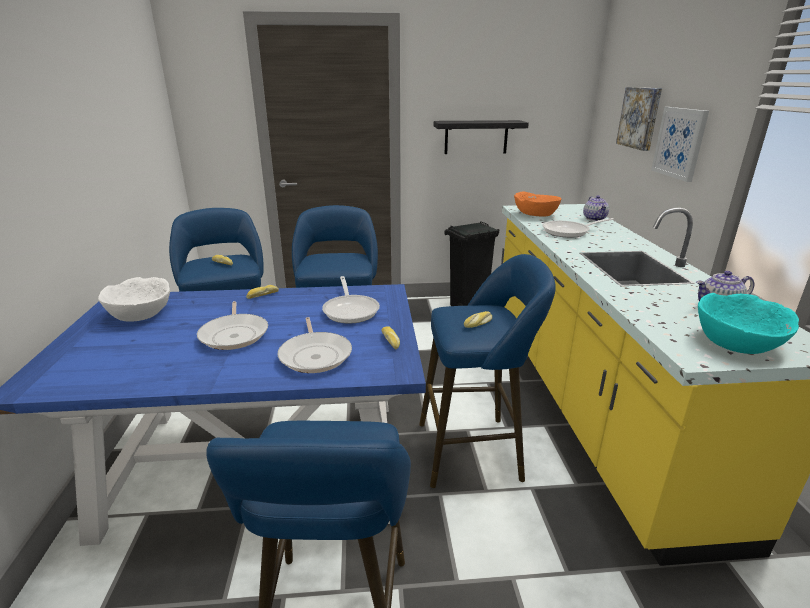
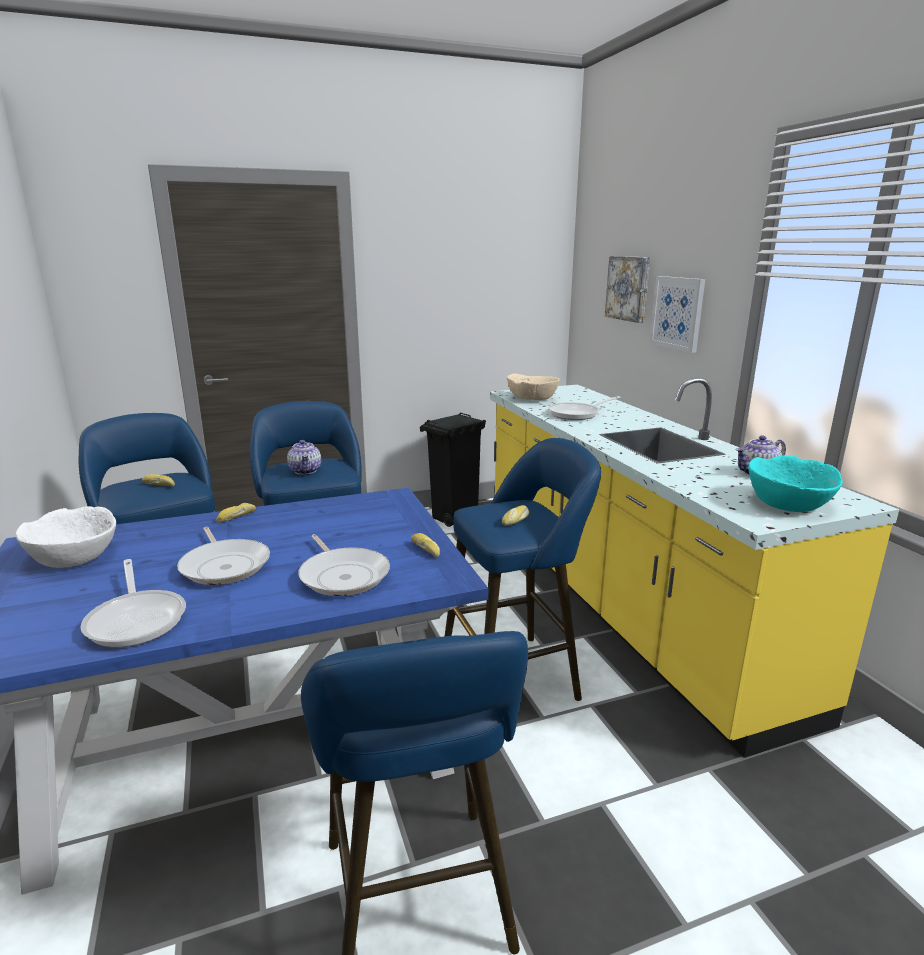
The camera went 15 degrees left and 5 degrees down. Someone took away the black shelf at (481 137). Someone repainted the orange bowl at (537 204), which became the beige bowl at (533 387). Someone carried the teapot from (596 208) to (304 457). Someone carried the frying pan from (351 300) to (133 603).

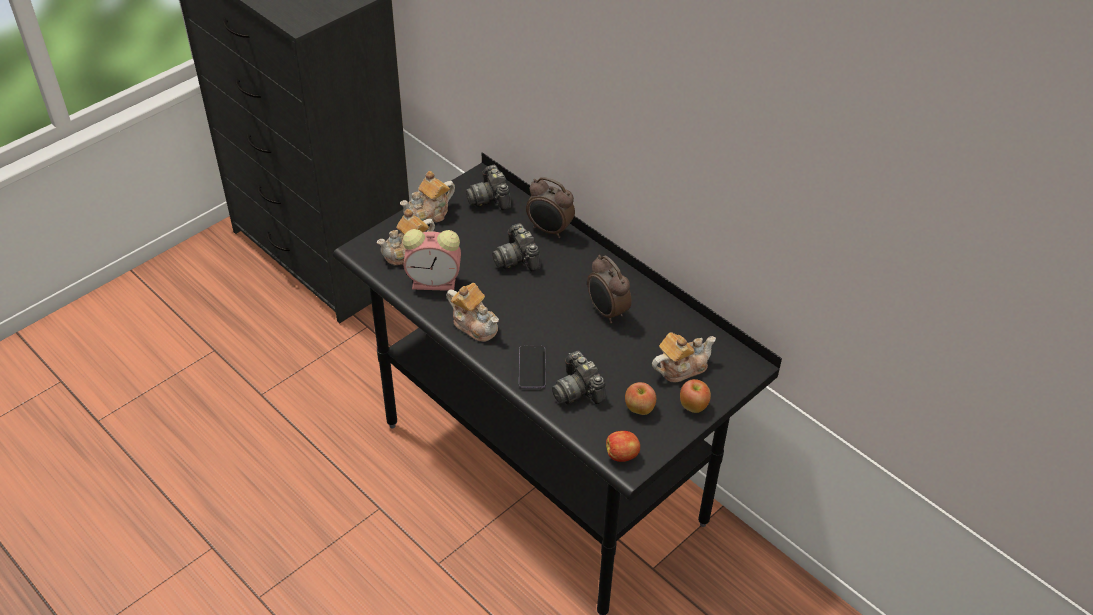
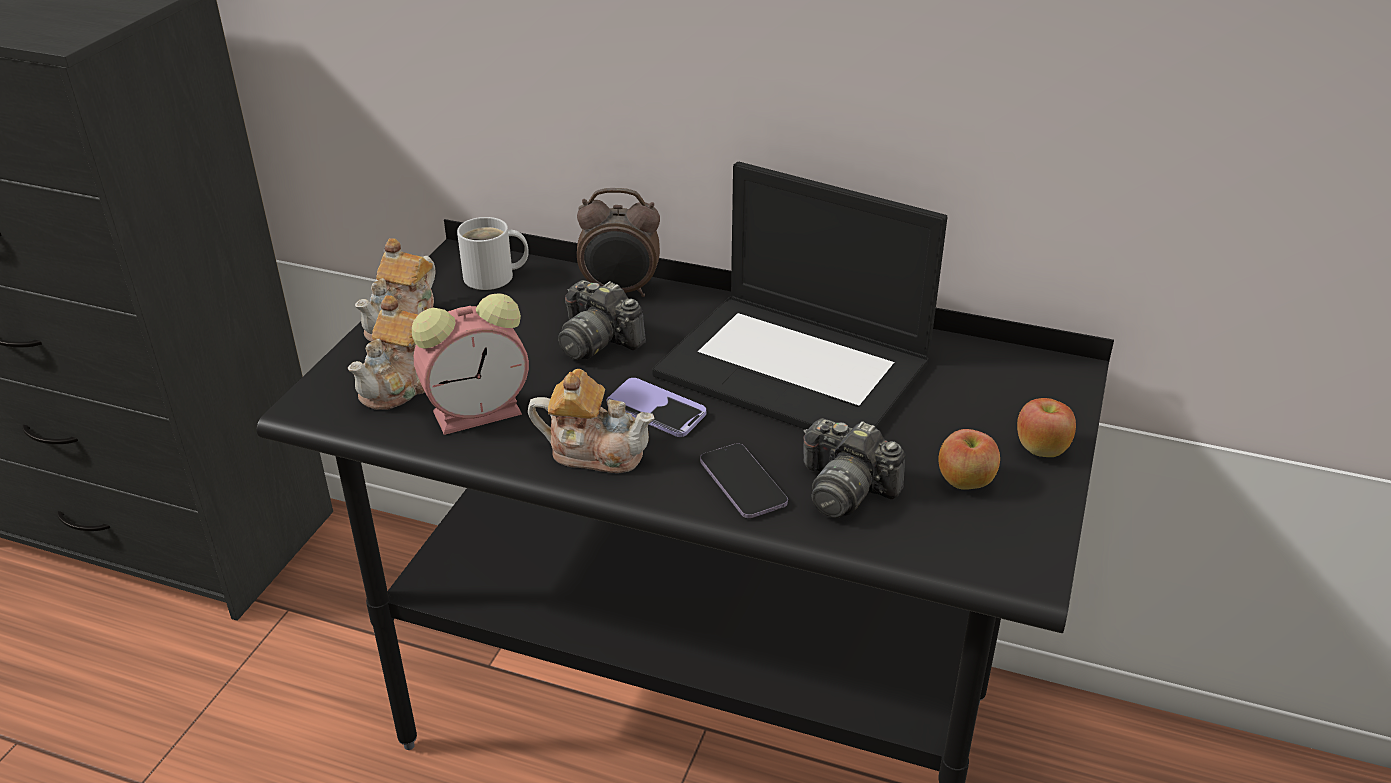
The camera went 25 degrees left and 10 degrees down. Someone swapped the photo camera at (488 187) for the white mug at (493 253). Someone swapped the alarm clock at (609 289) for the laptop at (799 296). Someone took away the teapot at (684 357). Someone took away the apple at (623 446). Someone put down the phone at (656 407).

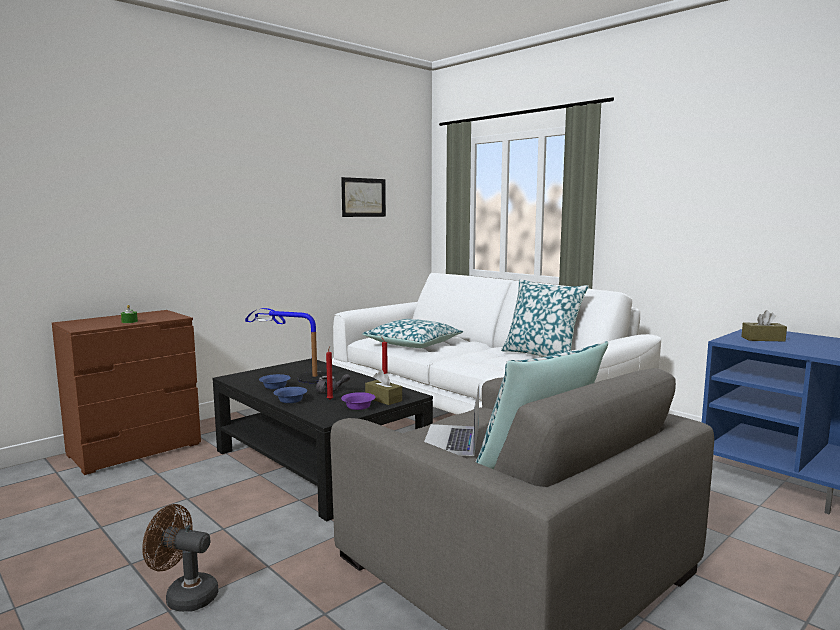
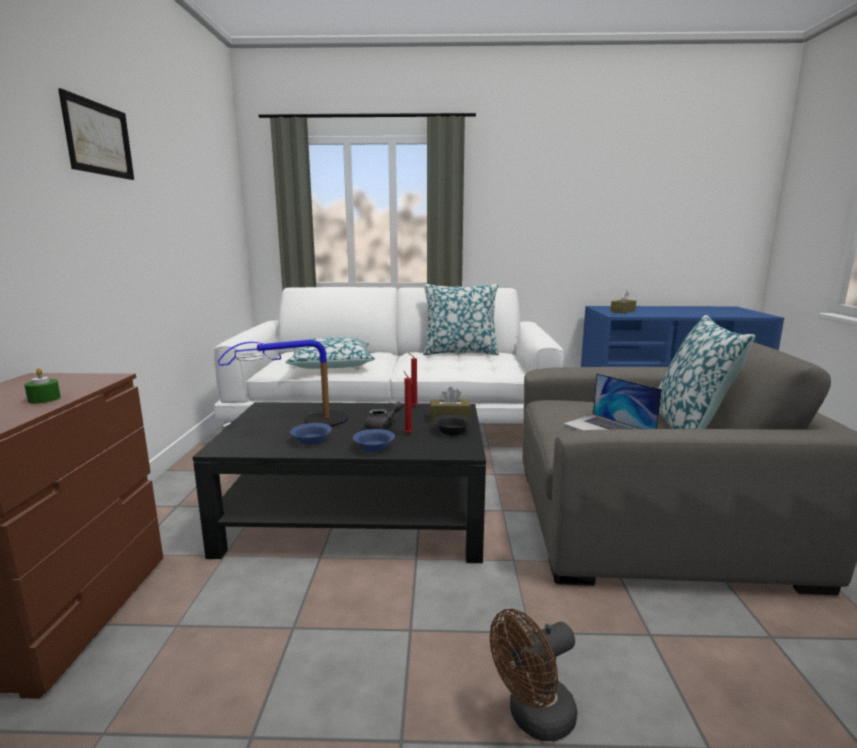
The camera went 45 degrees left and 5 degrees up. Someone carried the picture from (363 197) to (96 134). Someone repainted the purple bowl at (358 401), which became the black bowl at (452 425).

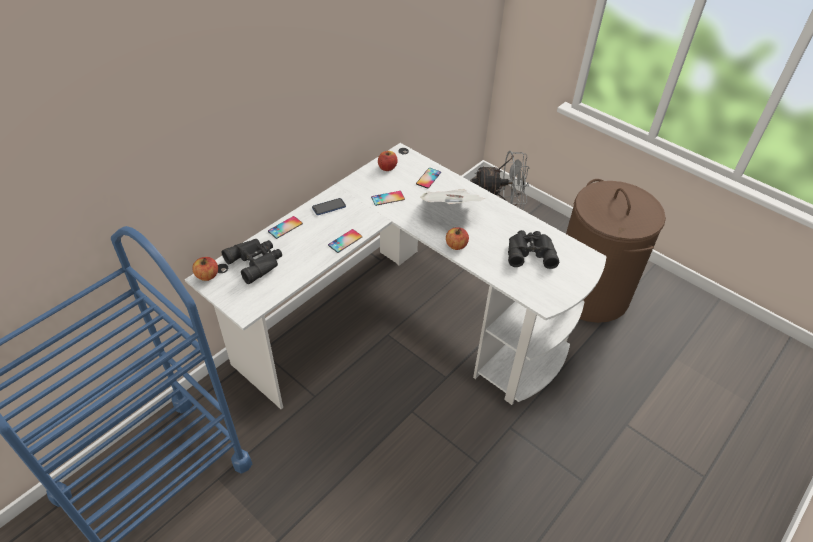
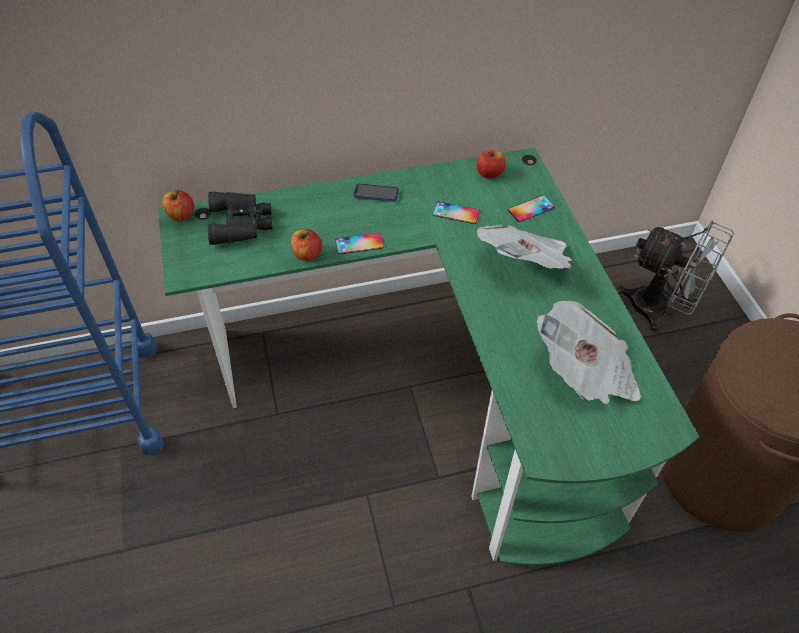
The camera went 35 degrees right and 5 degrees up. Someone repainted the white desk at (396 276), which became the green desk at (428 356). Someone took away the phone at (285 227). Someone carried the apple from (457 238) to (306 245). Someone swapped the black binoculars at (533 249) for the newspaper at (589 352).

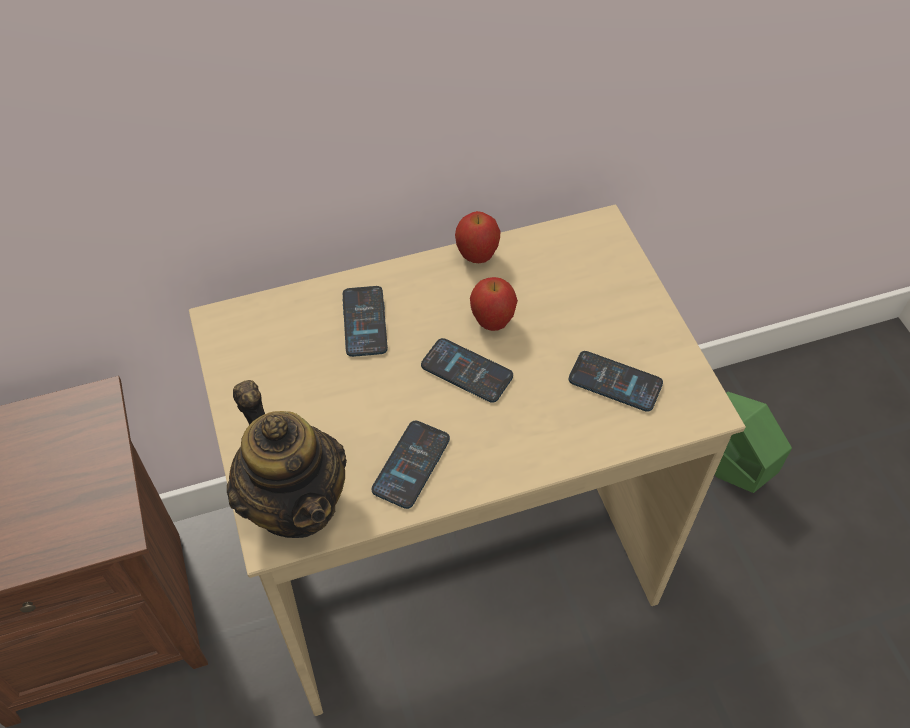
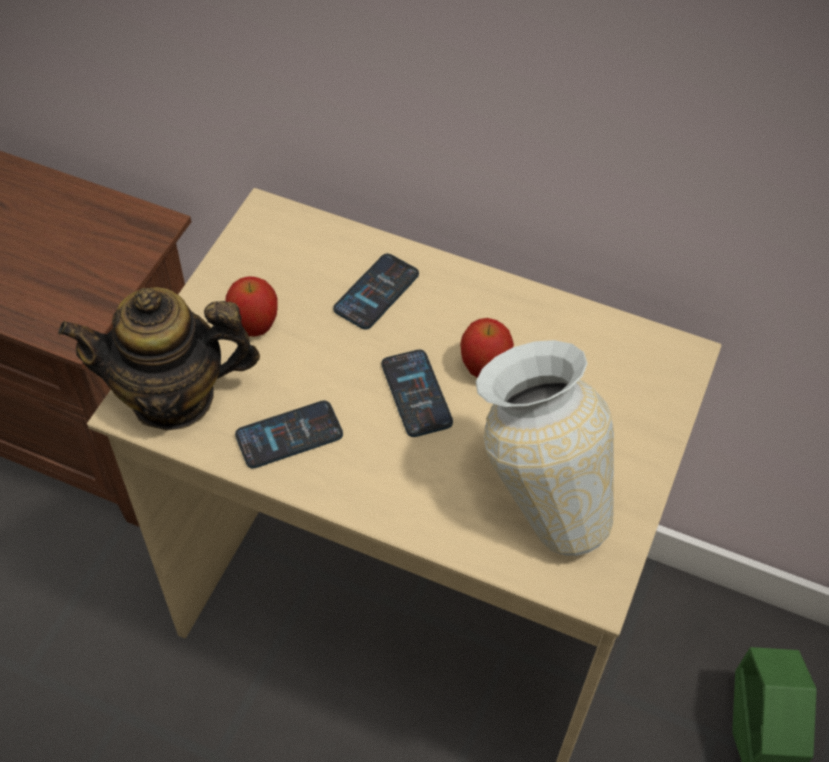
The camera went 40 degrees right and 0 degrees up. Someone carried the apple from (478 237) to (252 306). Someone swapped the phone at (616 381) for the vase at (545 448). Someone rotated the teapot at (287 459) by 75 degrees clockwise.

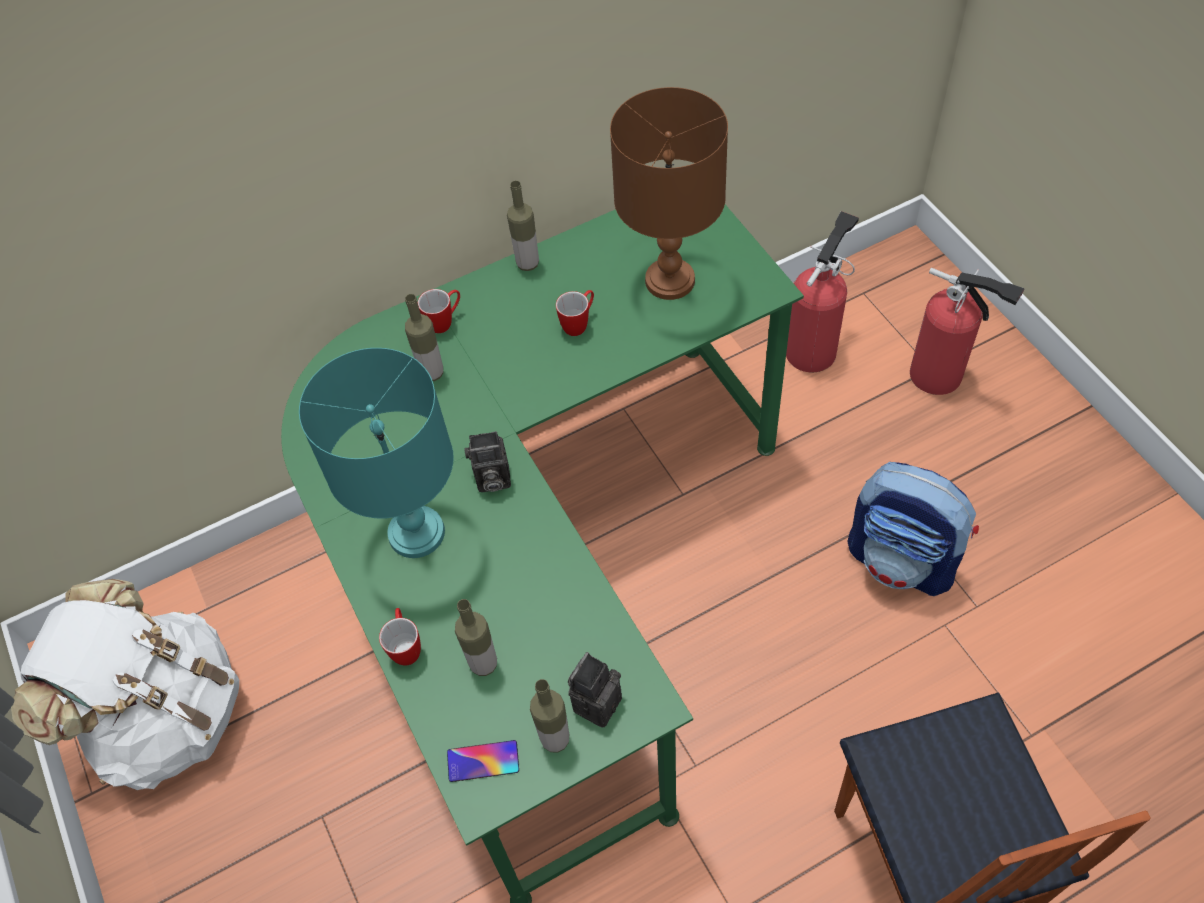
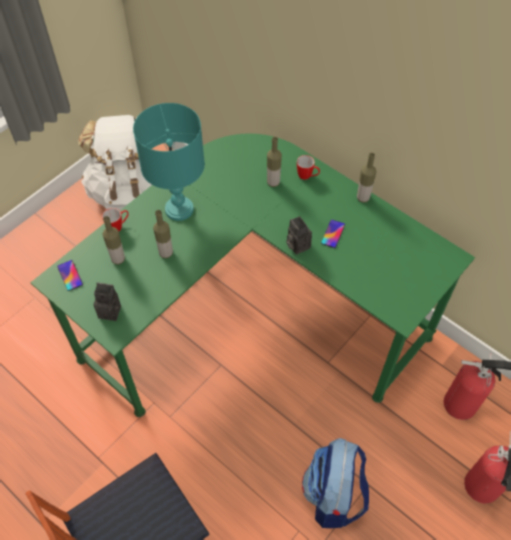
The camera went 65 degrees right and 0 degrees up. Someone took away the brown table lamp at (669 193). Someone swapped the mug at (575 313) for the phone at (333 234). Someone carried the photo camera from (487 461) to (299 235). Someone carried the bottle from (549 716) to (163 234).

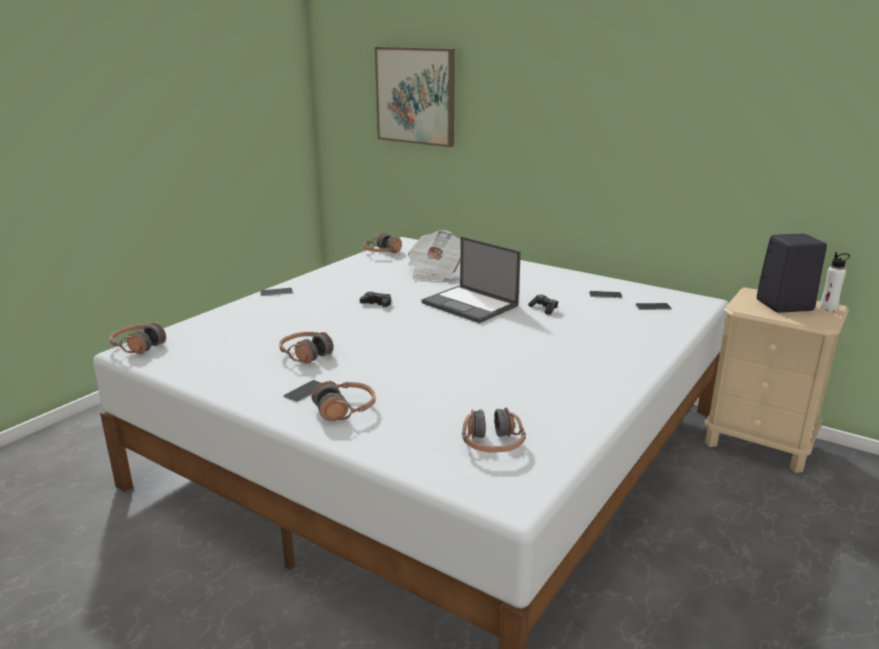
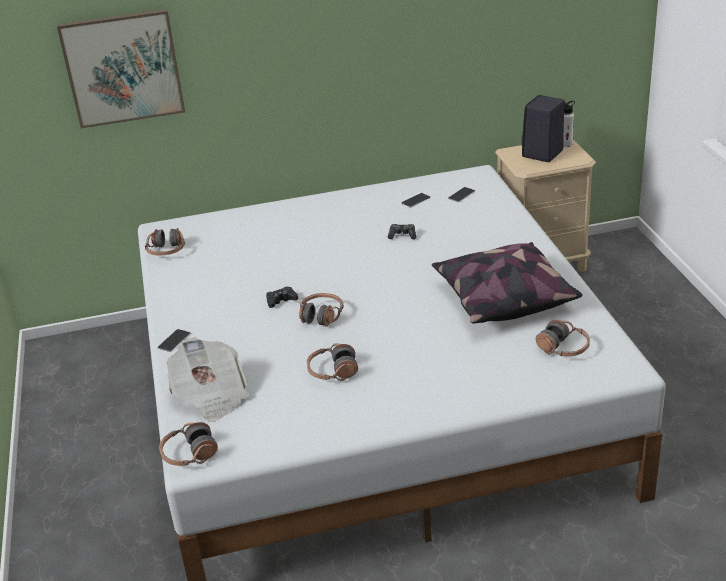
The camera went 45 degrees left and 10 degrees up. Someone carried the newspaper from (434 256) to (207 379). Someone took away the laptop at (471 279). Someone took away the phone at (302 391). Someone carried the headphones from (343 401) to (321 309). Someone put down the pillow at (507 283).

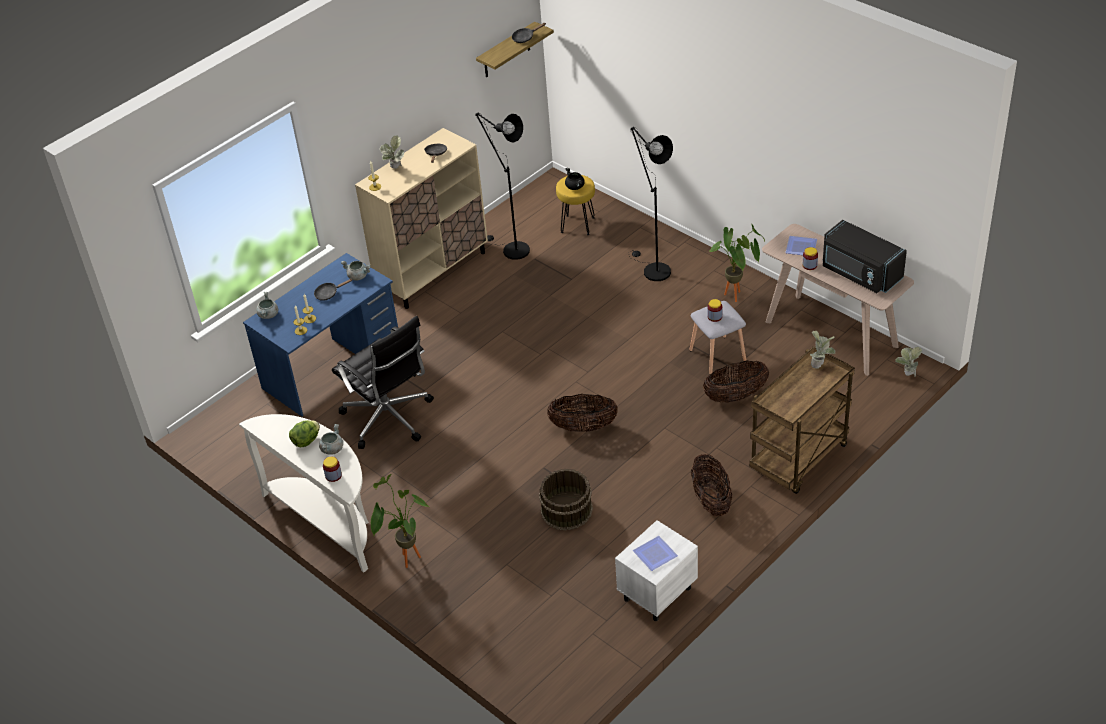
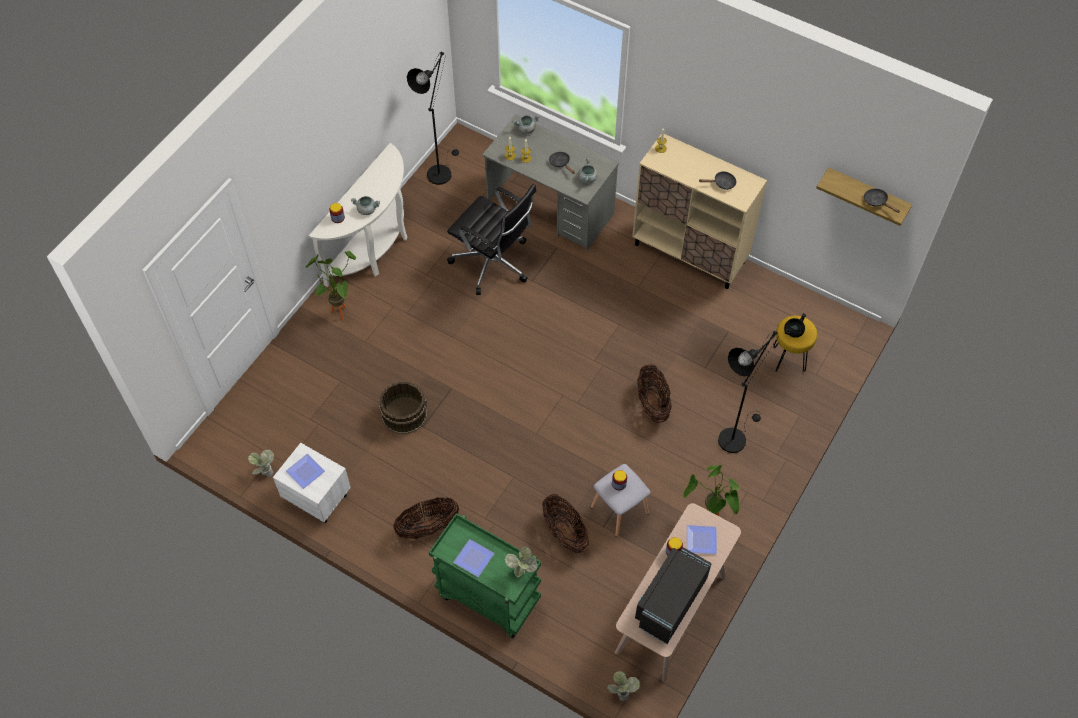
The camera went 75 degrees right and 15 degrees up. Someone carried the black floor lamp from (502 186) to (433 118). Someone carried the potted plant from (392 152) to (261 463). Someone repainted the blue desk at (320 334), which became the grey desk at (550 183). Someone rotated the black office chair at (383 382) by 90 degrees counterclockwise. Someone repainted the brown cart at (802 420), which became the green cart at (485 575). Someone carried the basket from (582 413) to (654 393). Someone took away the lettuce at (304 433). Someone put down the plate at (474 558).

